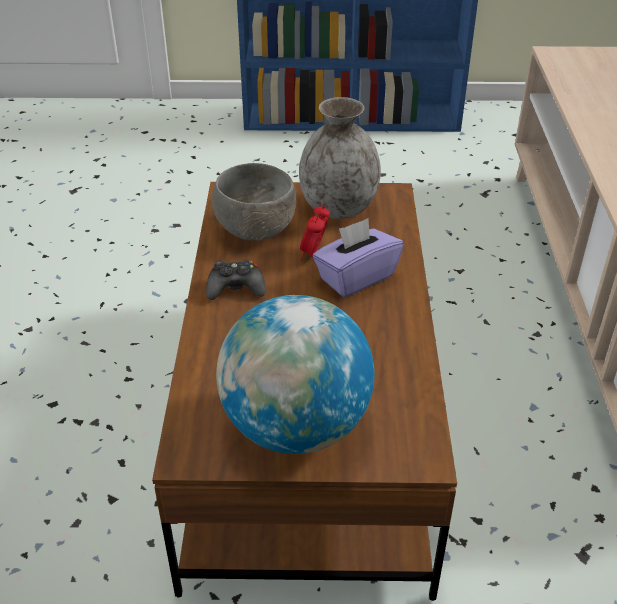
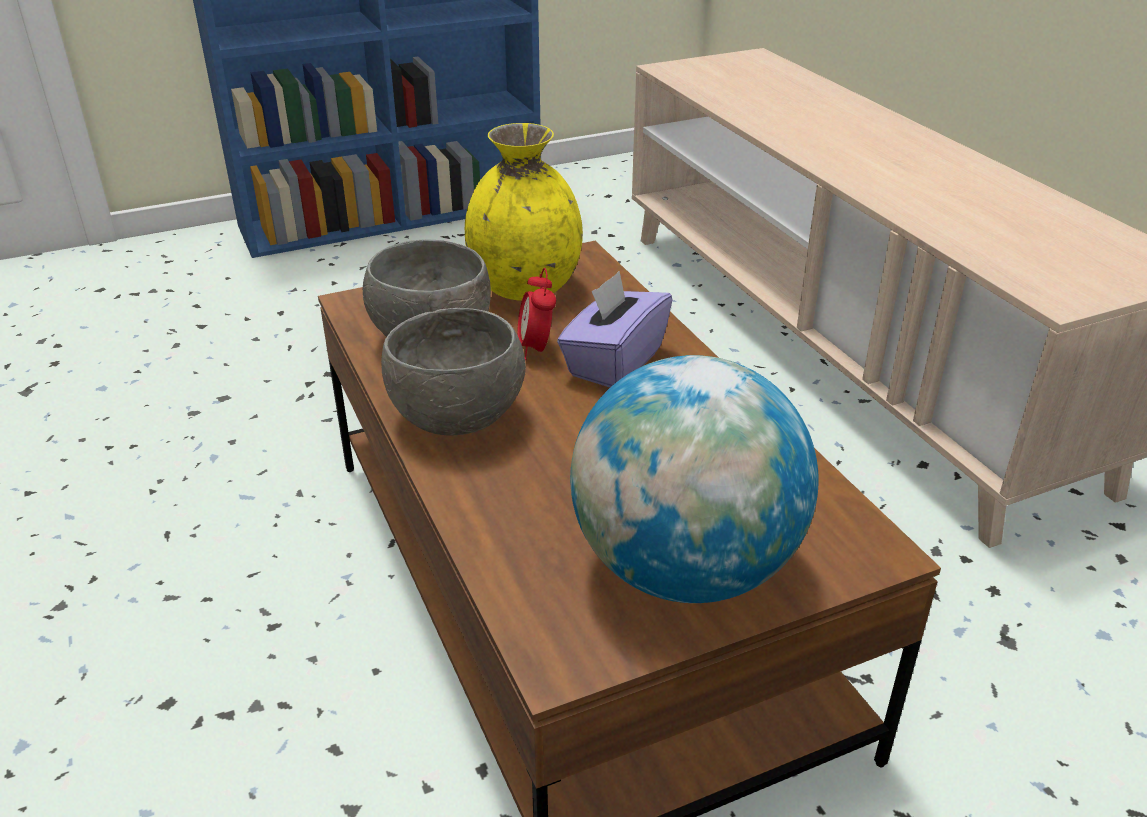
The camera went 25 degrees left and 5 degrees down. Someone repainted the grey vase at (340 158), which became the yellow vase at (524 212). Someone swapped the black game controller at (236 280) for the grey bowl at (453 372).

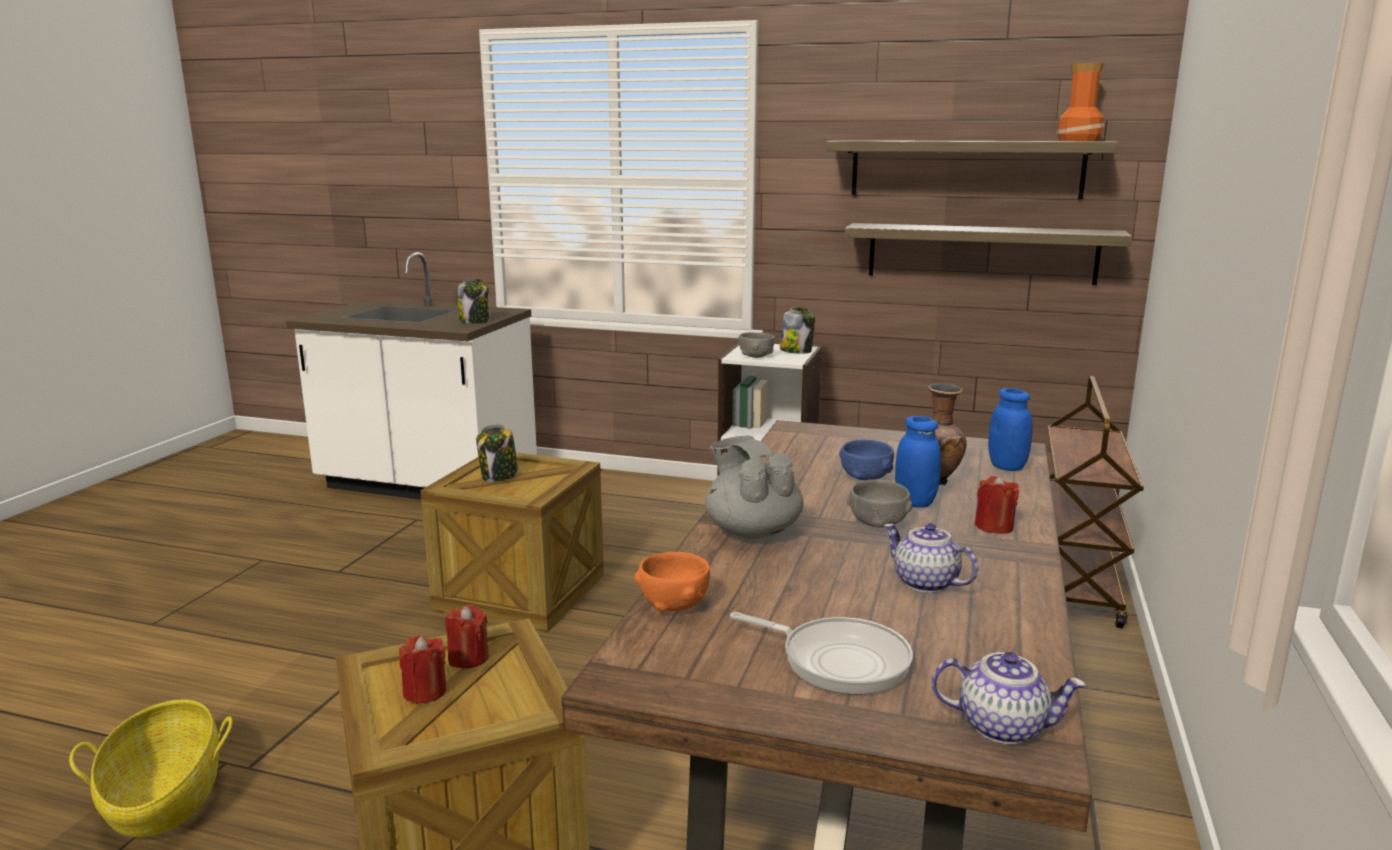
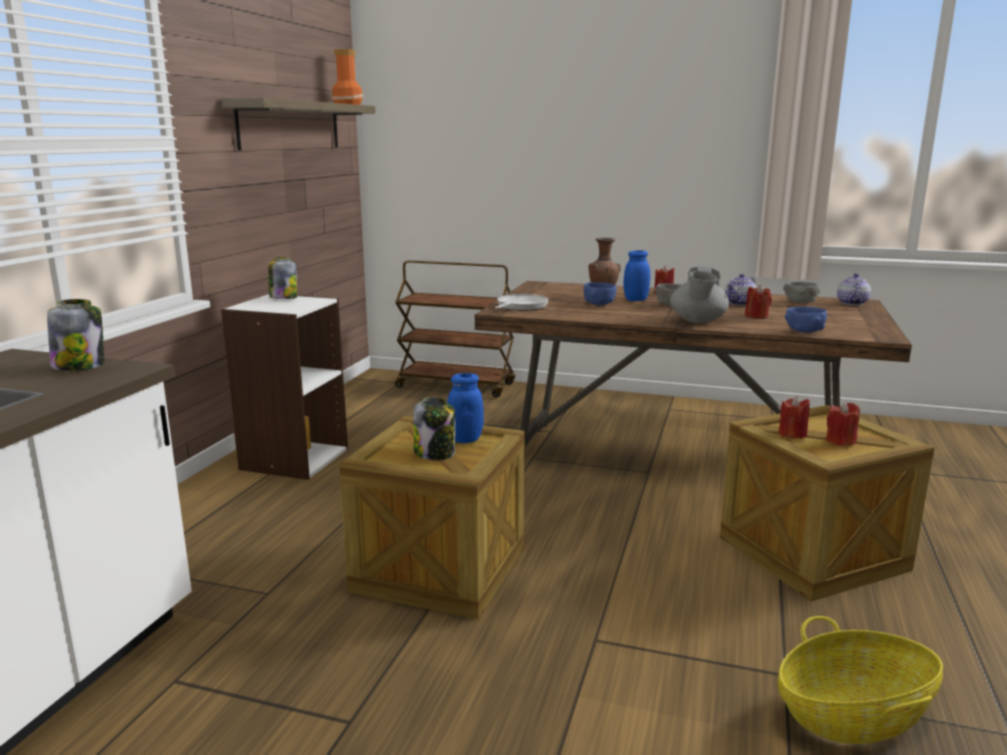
The camera went 90 degrees left and 0 degrees up. Someone took away the shelf at (988 254). Someone carried the grey bowl from (756 345) to (801 292). Someone carried the blue jar from (1010 429) to (465 408). Someone rotated the grey teapot at (754 487) by 45 degrees counterclockwise. Someone repainted the orange bowl at (672 581), which became the blue bowl at (806 319). Someone carried the frying pan from (821 653) to (521 302). Someone put down the red candle at (758 302).

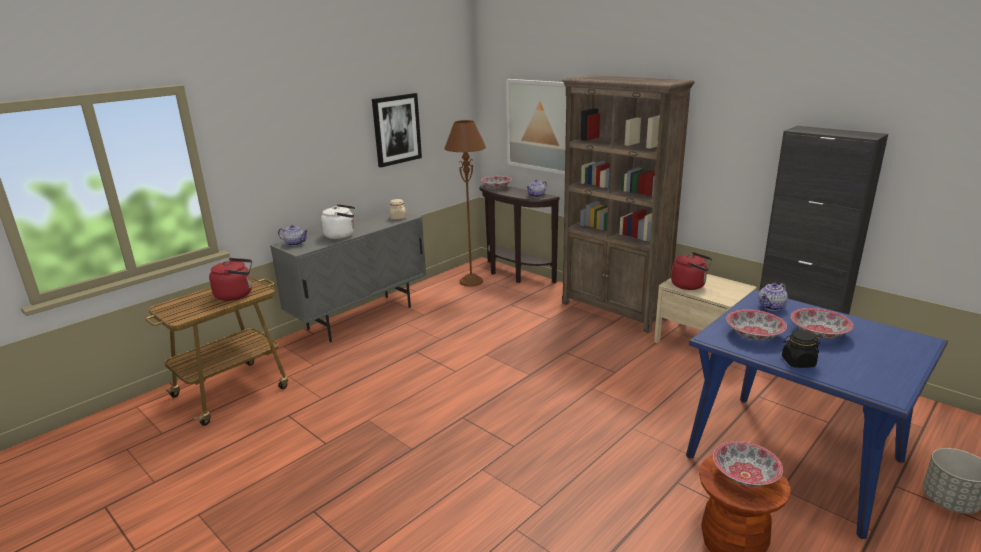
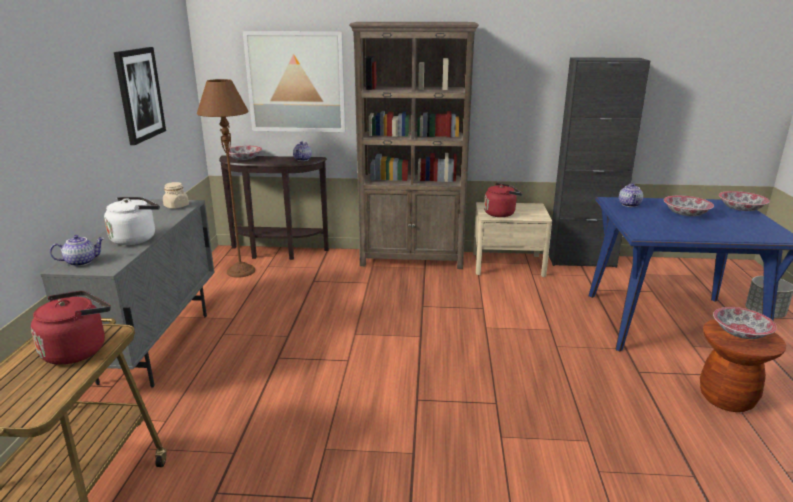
The camera went 40 degrees left and 0 degrees up. Someone carried the bowl from (756 325) to (744 201). Someone took away the black jar at (801 349).

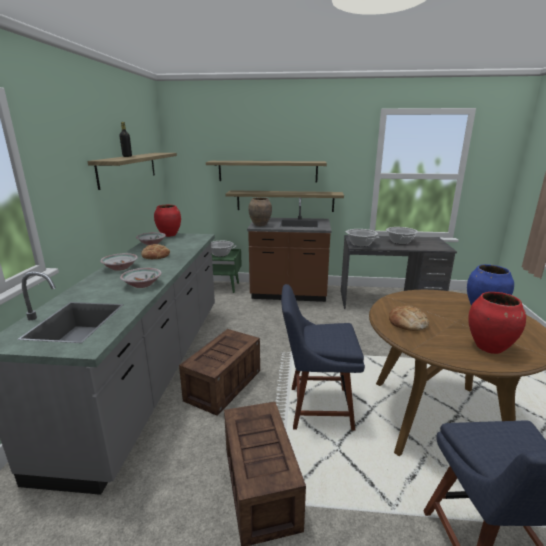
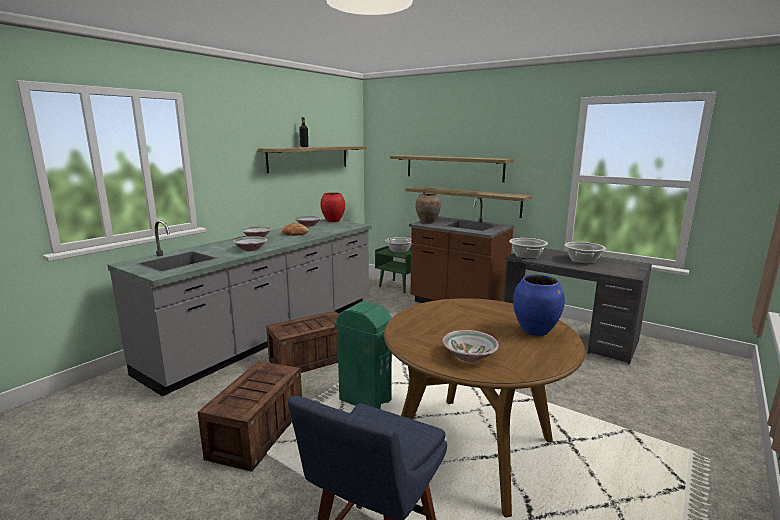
The camera went 30 degrees right and 5 degrees down. Someone swapped the blue chair at (323 357) for the green trash can at (363 355). Someone swapped the red vase at (497 323) for the bowl at (470 346). Someone took away the bread at (409 318).

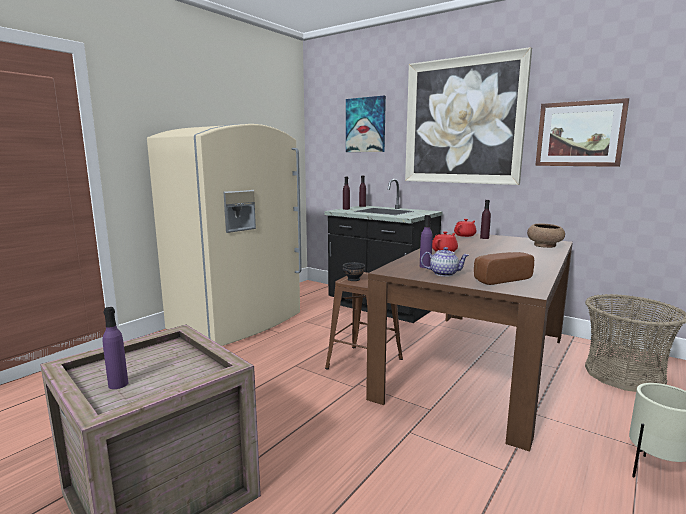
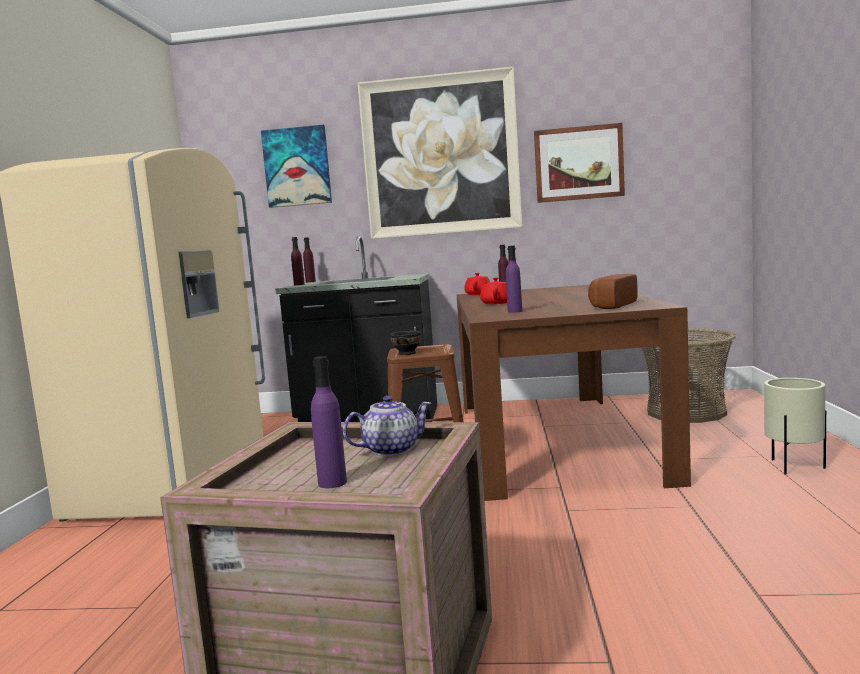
The camera went 30 degrees left and 5 degrees down. Someone took away the brown bowl at (546 236). Someone carried the teapot from (445 262) to (387 425).

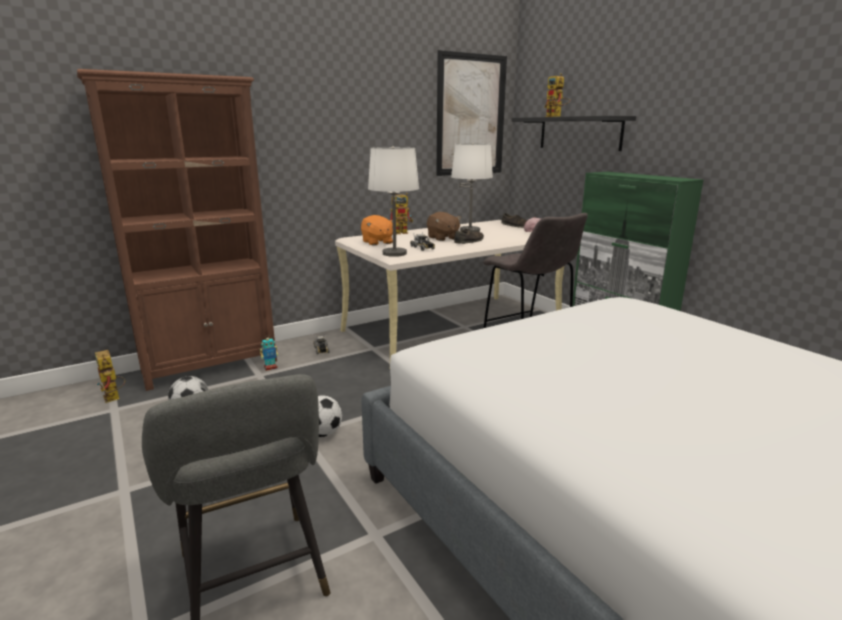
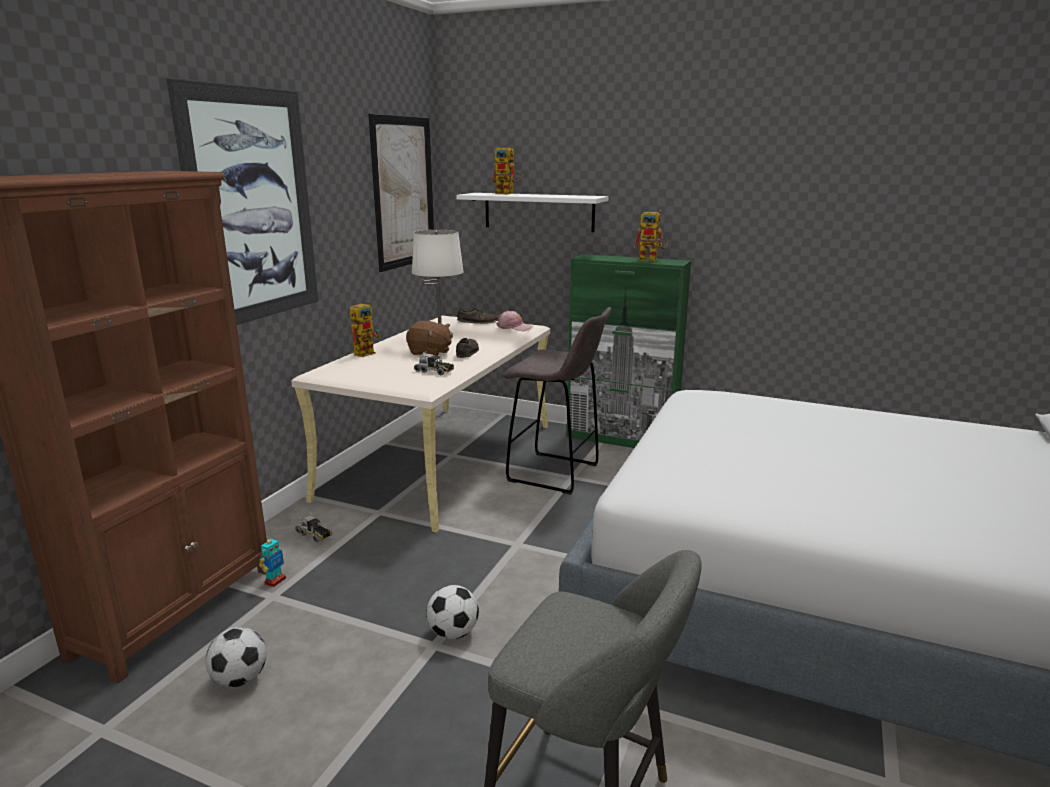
The camera went 35 degrees left and 0 degrees up. Someone repainted the black shelf at (573 133), which became the white shelf at (532 212). Someone took away the white table lamp at (393 201). Someone took away the orange plush toy at (377 230). Someone carried the toy robot from (110 376) to (651 235). Someone put up the picture at (242 202).

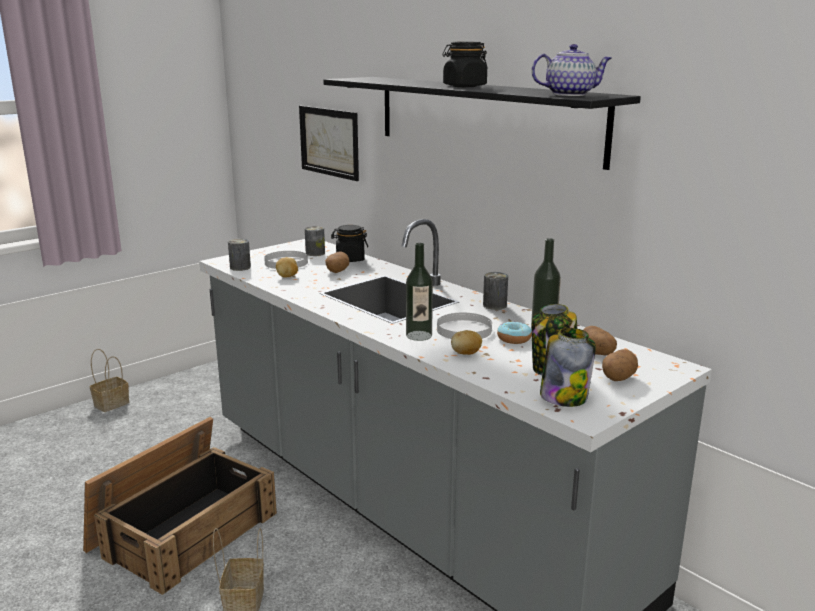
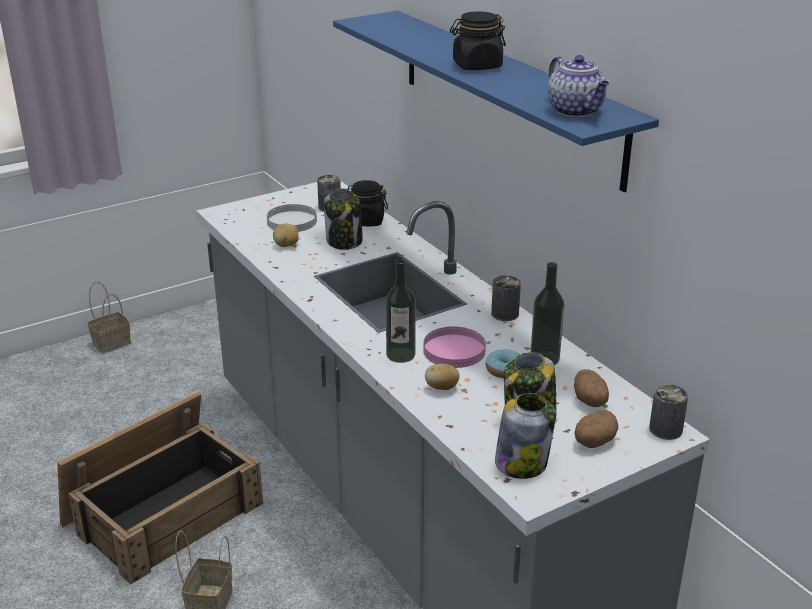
The camera went 10 degrees right and 10 degrees up. Someone rotated the teapot at (571 70) by 60 degrees clockwise. Someone repainted the black shelf at (482 123), which became the blue shelf at (496 101). Someone took away the picture at (329 143). Someone carried the can from (239 255) to (668 412). Someone swapped the potato at (337 262) for the jar at (343 219). Someone repainted the white plate at (464 326), which became the pink plate at (454 347).

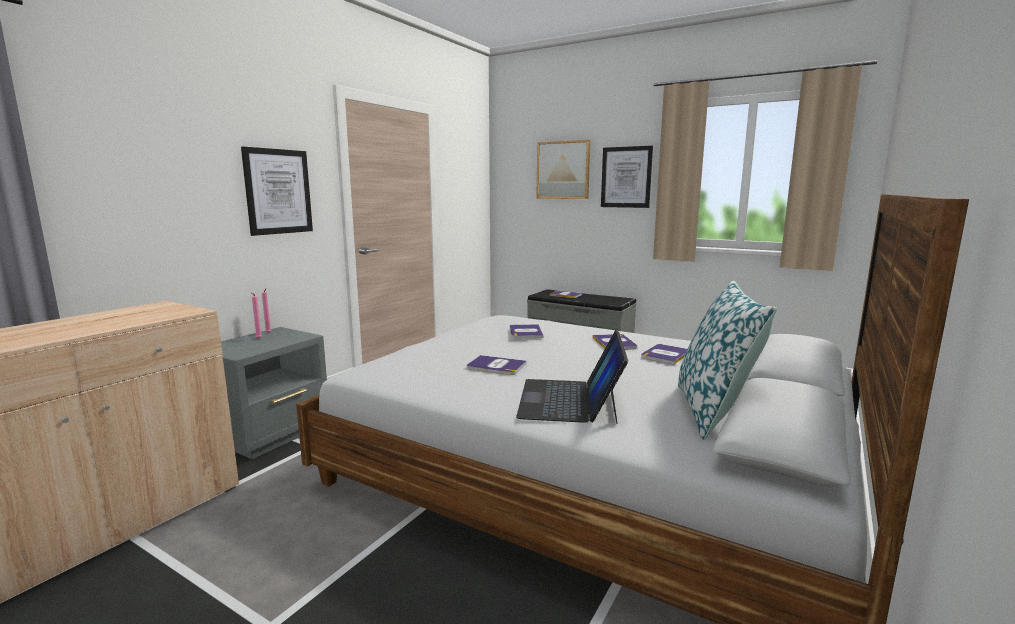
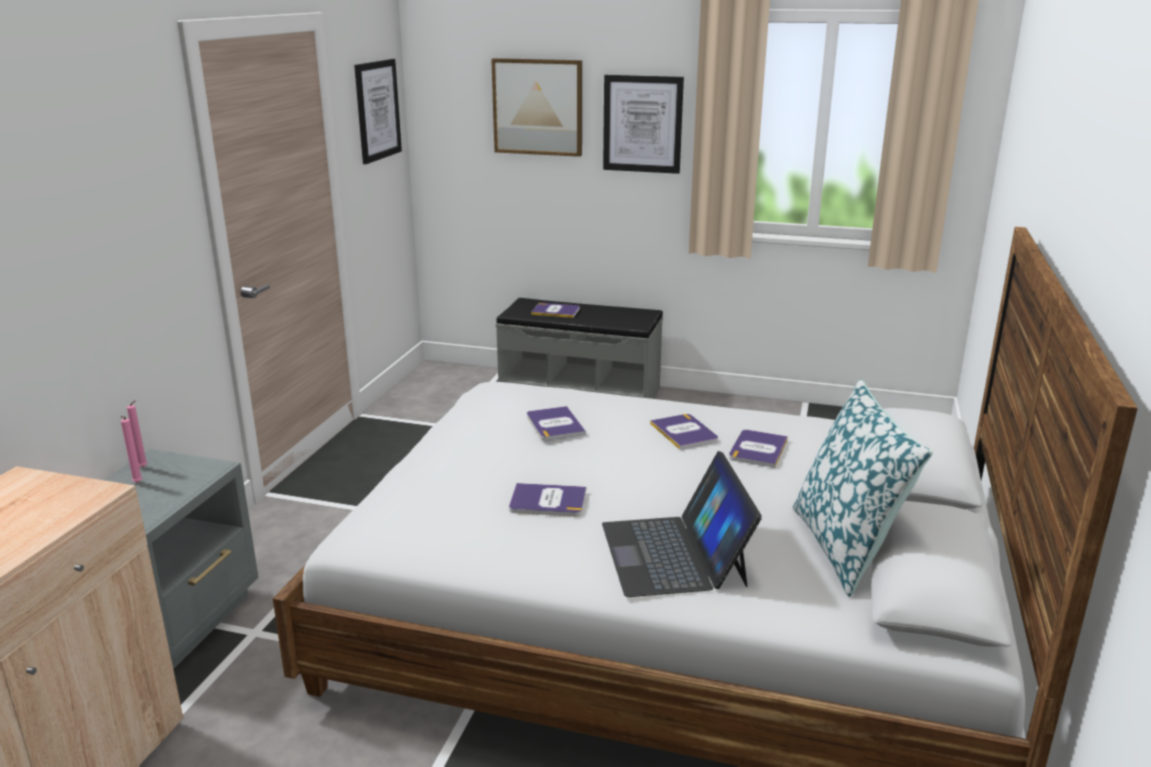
The camera went 15 degrees left and 10 degrees up. Someone carried the picture from (277 191) to (378 111).

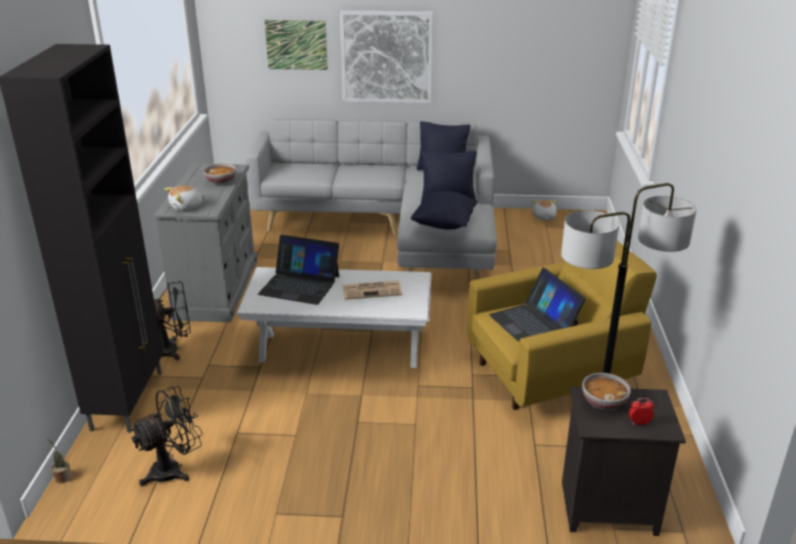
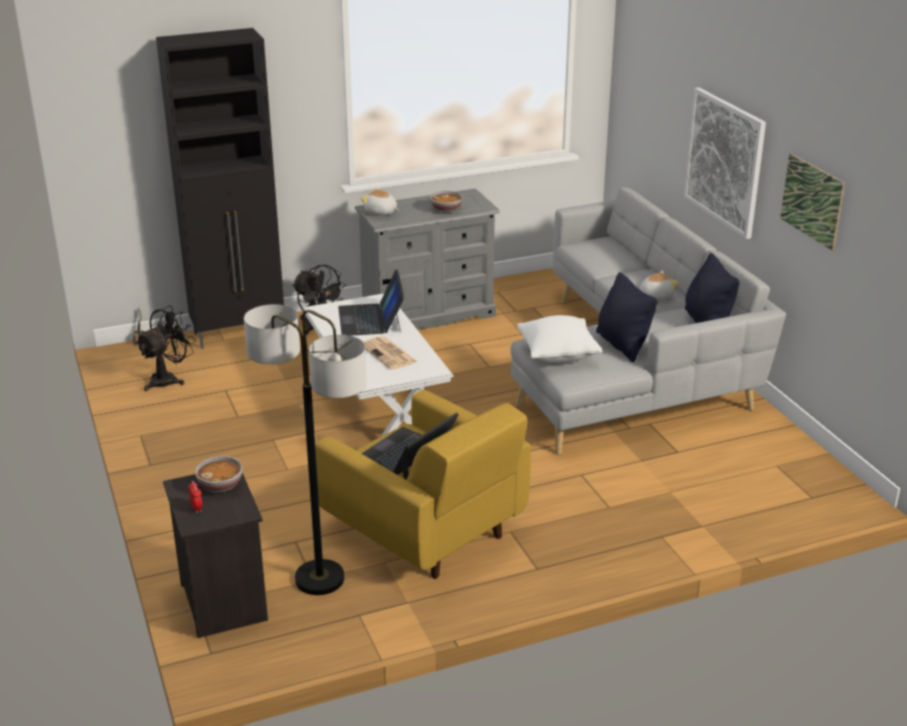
The camera went 65 degrees right and 0 degrees up. Someone carried the picture from (296 45) to (812 202). Someone repainted the black pillow at (444 210), which became the white pillow at (560 339). Someone carried the plush toy from (544 210) to (659 285). Someone rotated the black fan at (166 436) by 75 degrees counterclockwise.

